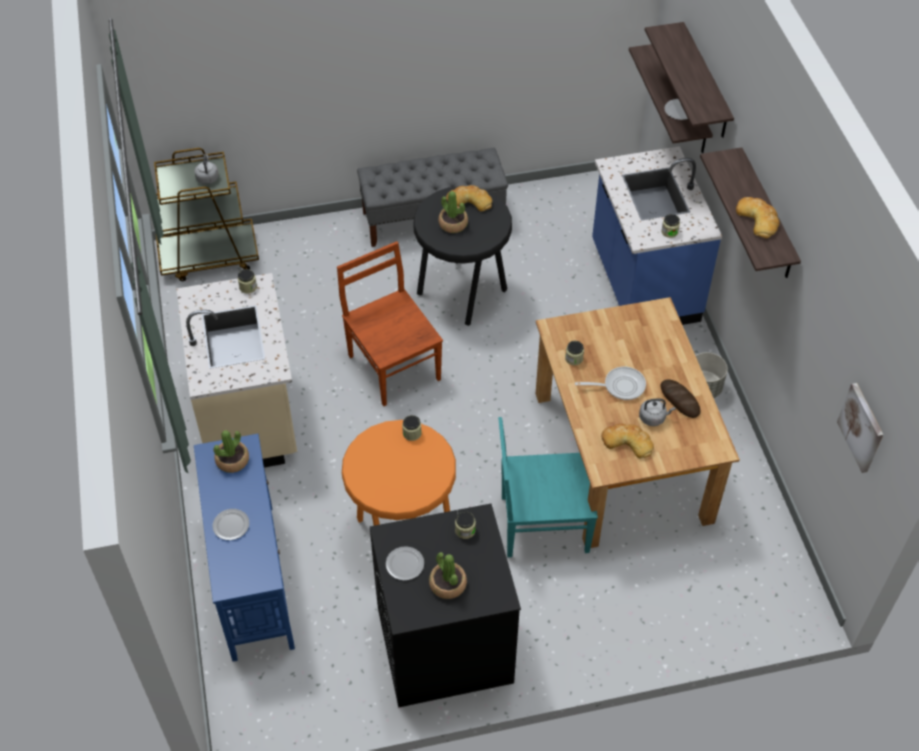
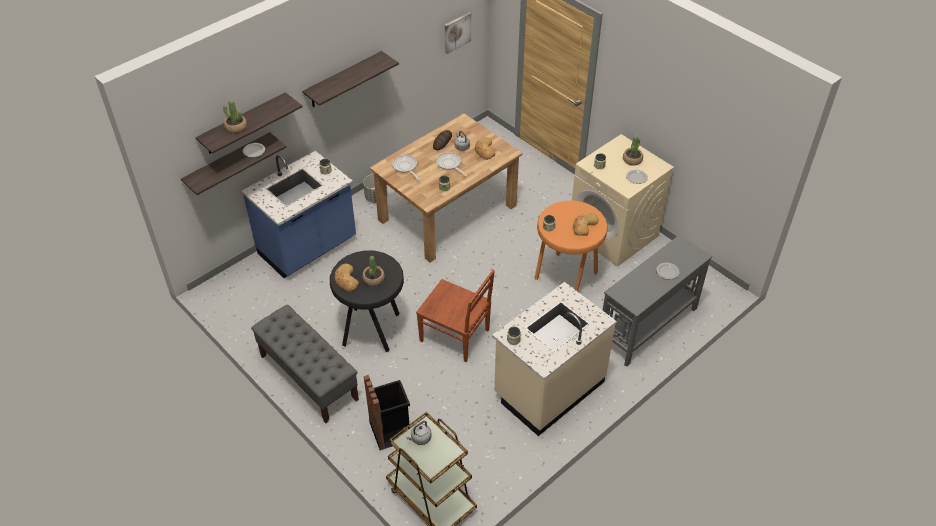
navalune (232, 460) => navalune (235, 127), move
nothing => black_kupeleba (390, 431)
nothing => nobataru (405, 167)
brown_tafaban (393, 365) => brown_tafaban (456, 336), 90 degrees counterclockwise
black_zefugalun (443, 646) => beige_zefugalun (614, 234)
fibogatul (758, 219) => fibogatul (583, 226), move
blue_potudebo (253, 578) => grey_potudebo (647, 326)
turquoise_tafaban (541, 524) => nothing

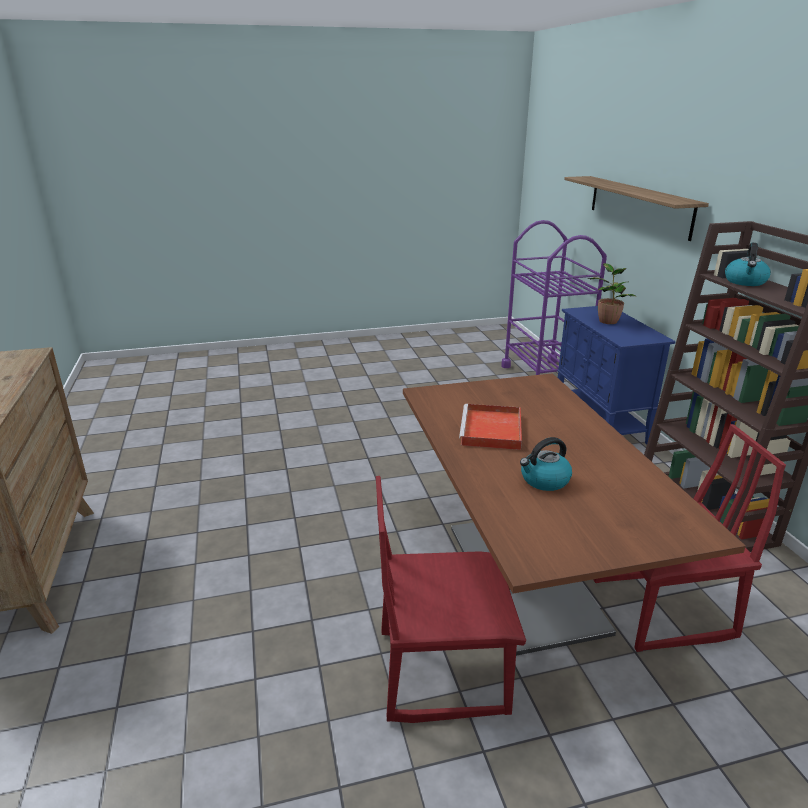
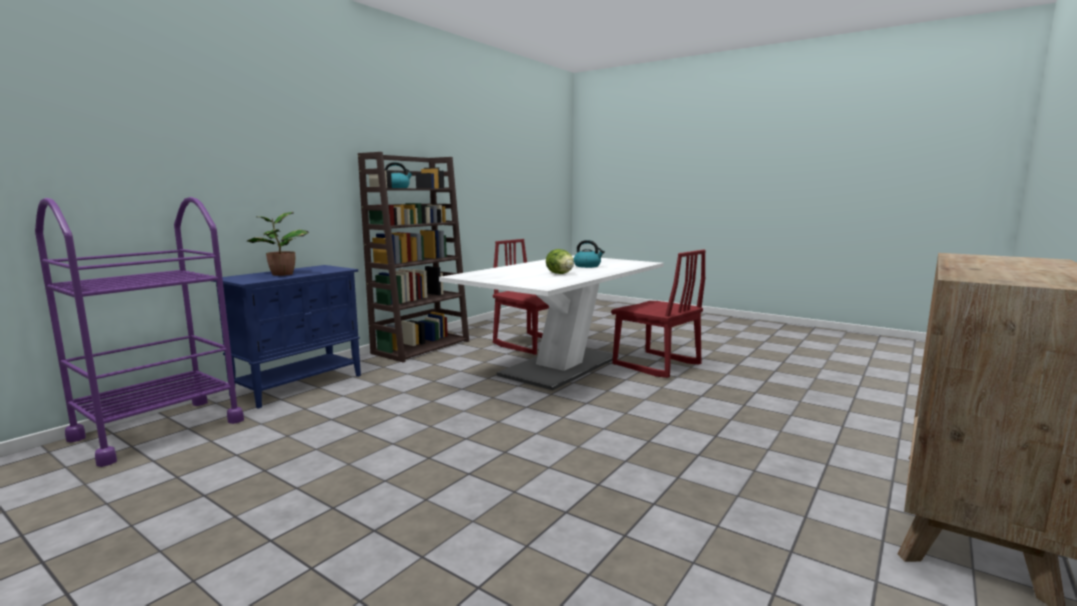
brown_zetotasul (524, 577) => white_zetotasul (560, 366)
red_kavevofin (492, 430) => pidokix (560, 274)
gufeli (638, 205) => nothing

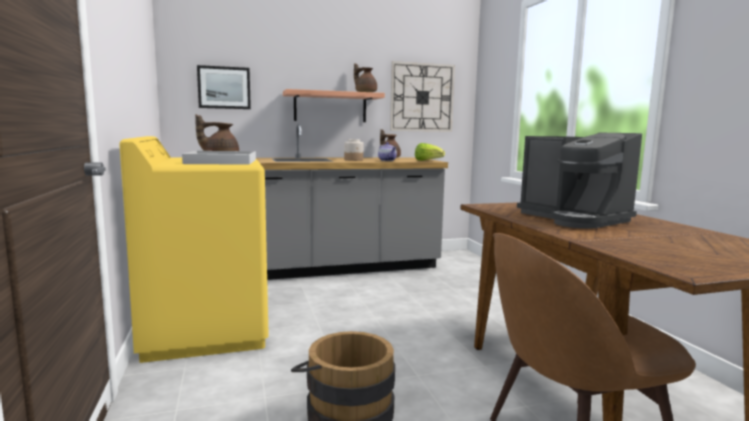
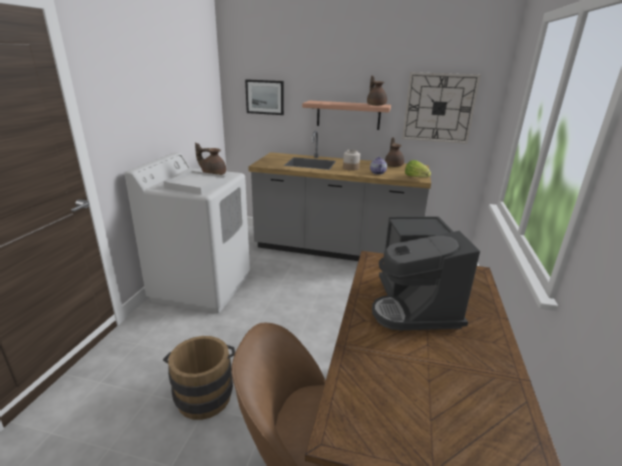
yellow_zefugalun (206, 330) => white_zefugalun (202, 287)

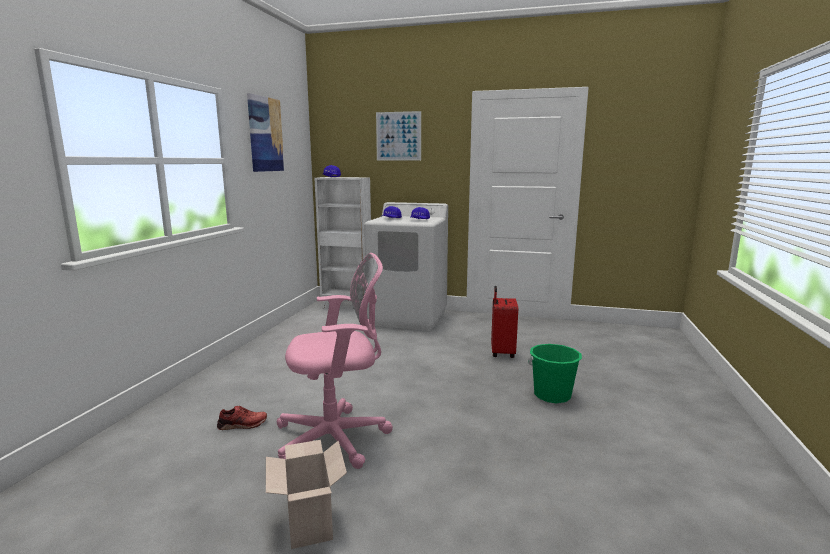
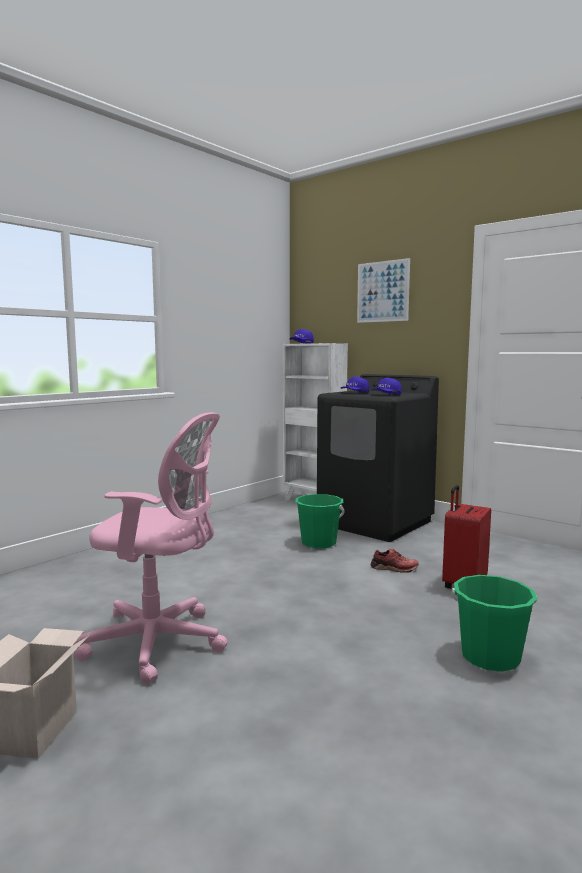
nothing => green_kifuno (319, 543)
white_zefugalun (408, 317) => black_zefugalun (375, 522)
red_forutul (242, 424) => red_forutul (394, 568), move
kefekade (265, 134) => nothing

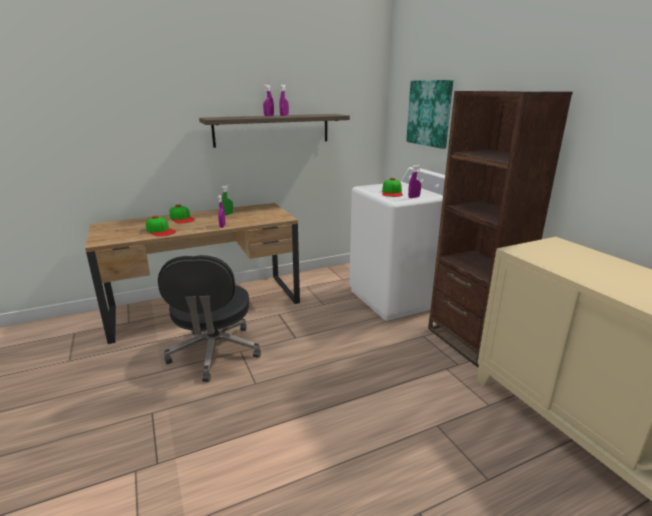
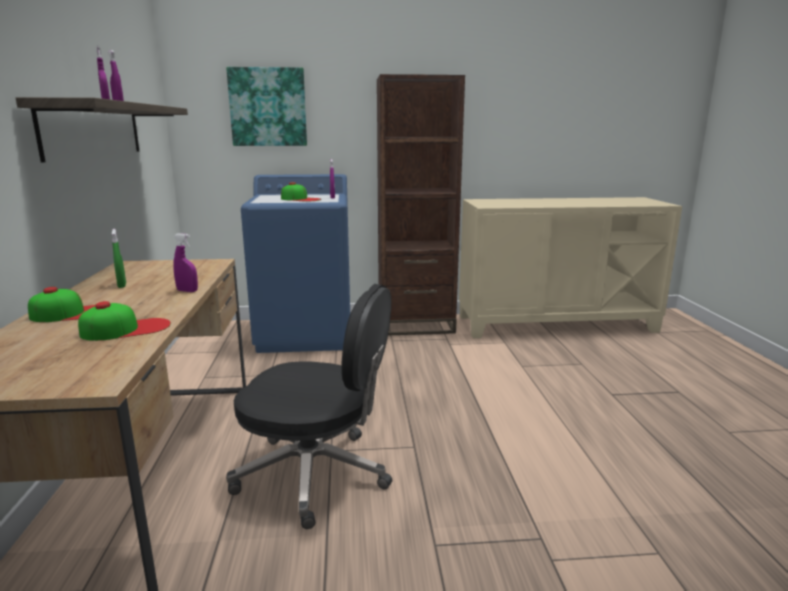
white_zefugalun (397, 297) => blue_zefugalun (306, 334)

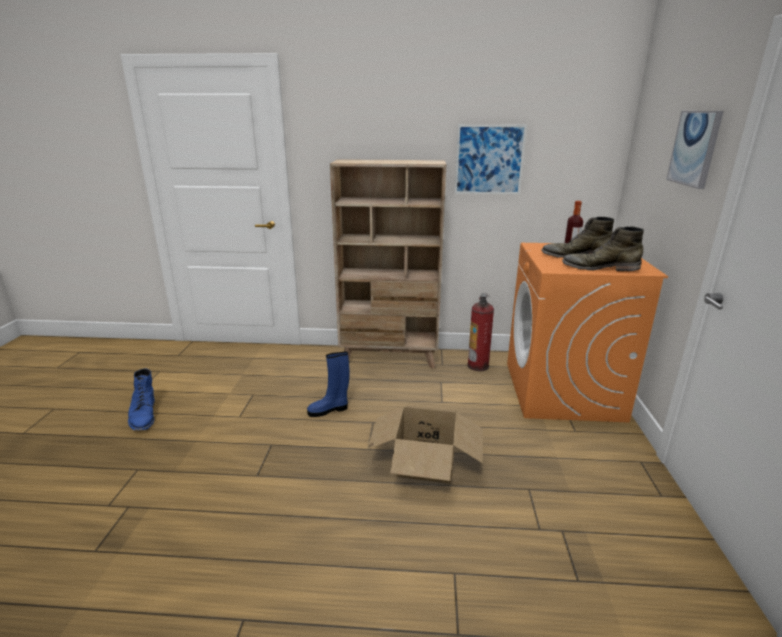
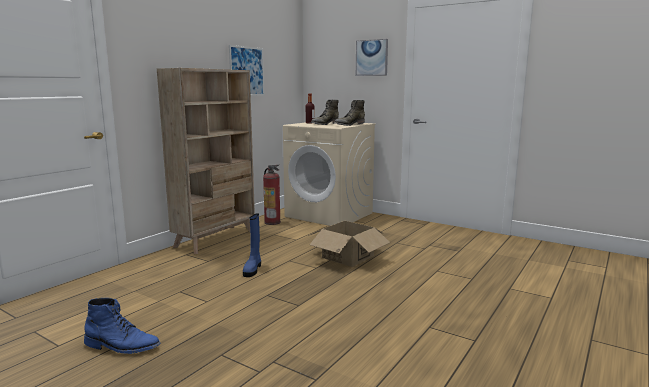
orange_zefugalun (563, 391) => beige_zefugalun (330, 215)

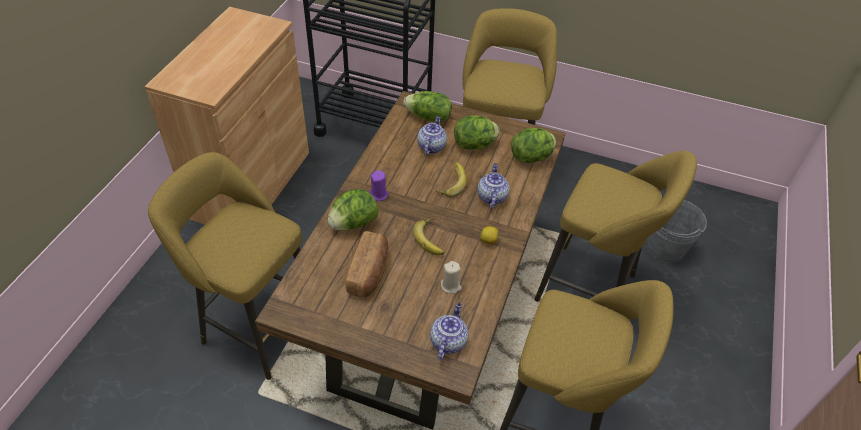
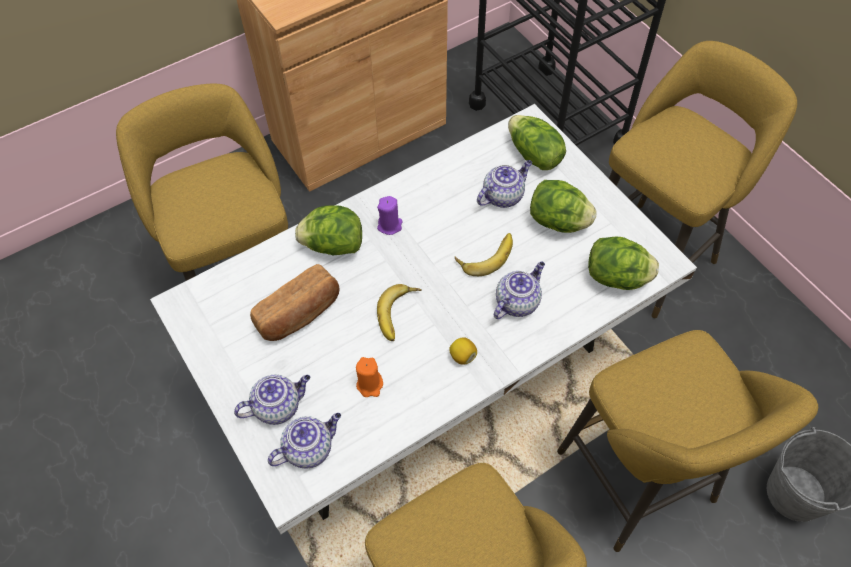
brown_zetotasul (425, 305) => white_zetotasul (428, 376)
nothing => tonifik (278, 406)
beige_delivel (451, 286) => orange_delivel (370, 385)

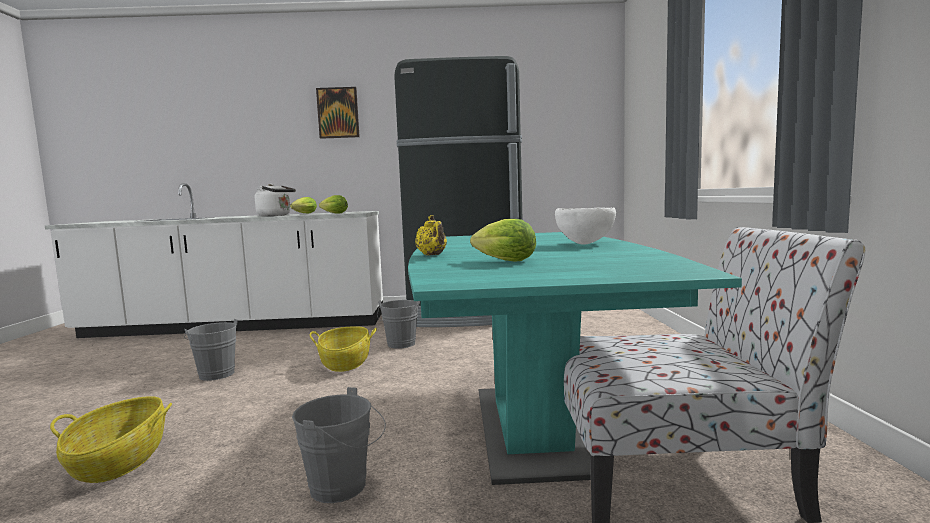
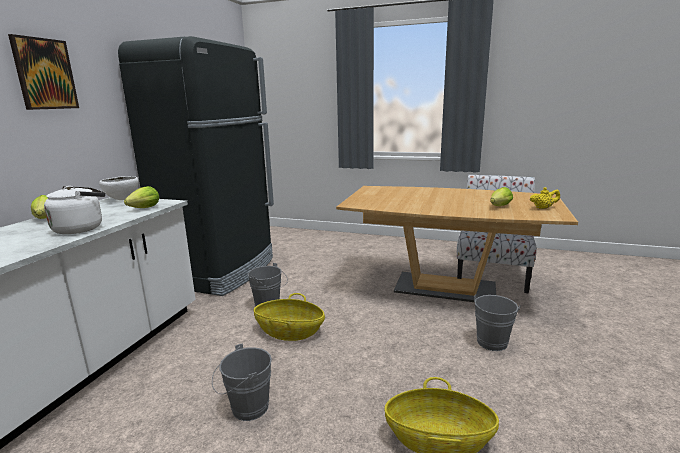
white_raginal (585, 244) => white_raginal (122, 199), move
turquoise_zetotasul (530, 429) => brown_zetotasul (445, 288)
yellow_tonifik (432, 255) => yellow_tonifik (543, 208), move

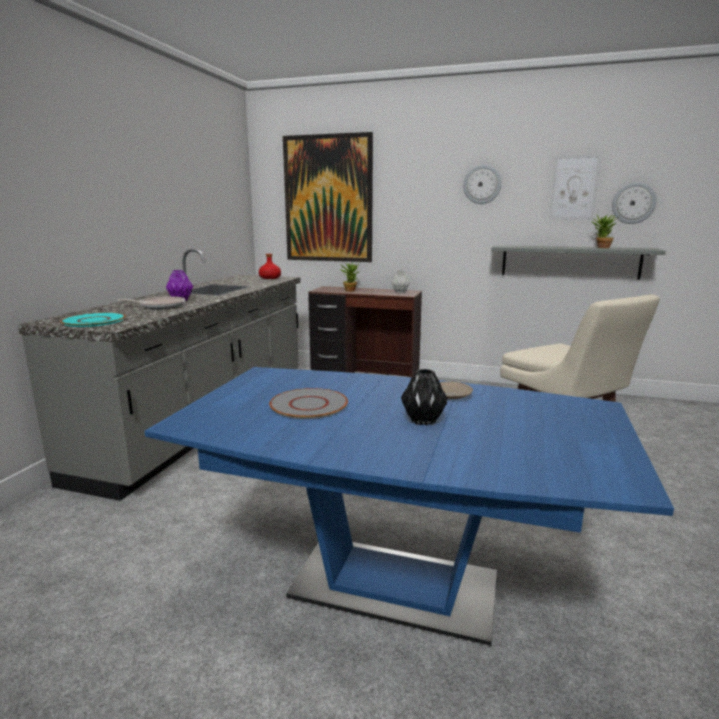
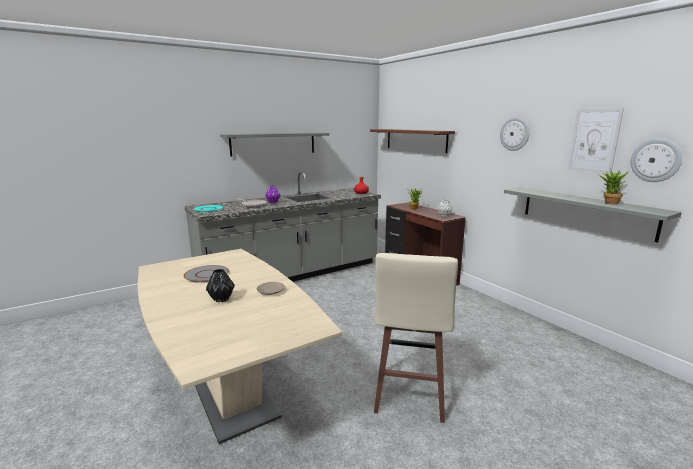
blue_zetotasul (394, 586) => beige_zetotasul (231, 393)
nothing => grey_gufeli (273, 143)
kefekade (328, 199) => brown_gufeli (415, 140)

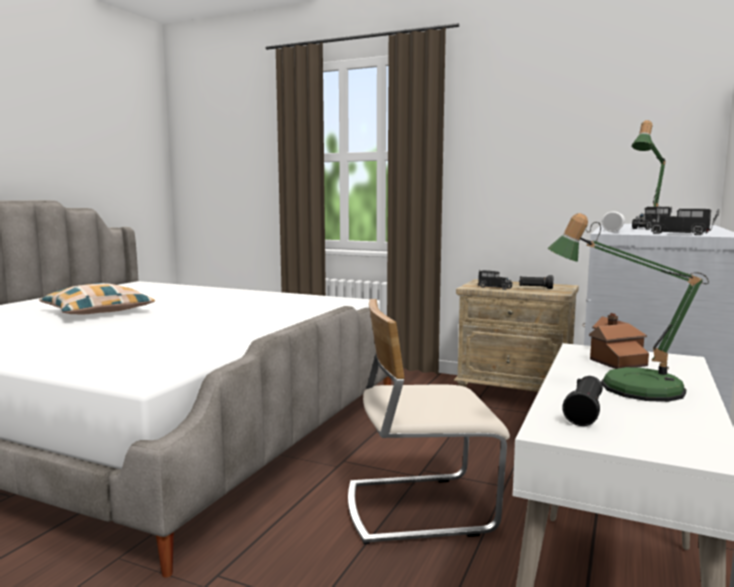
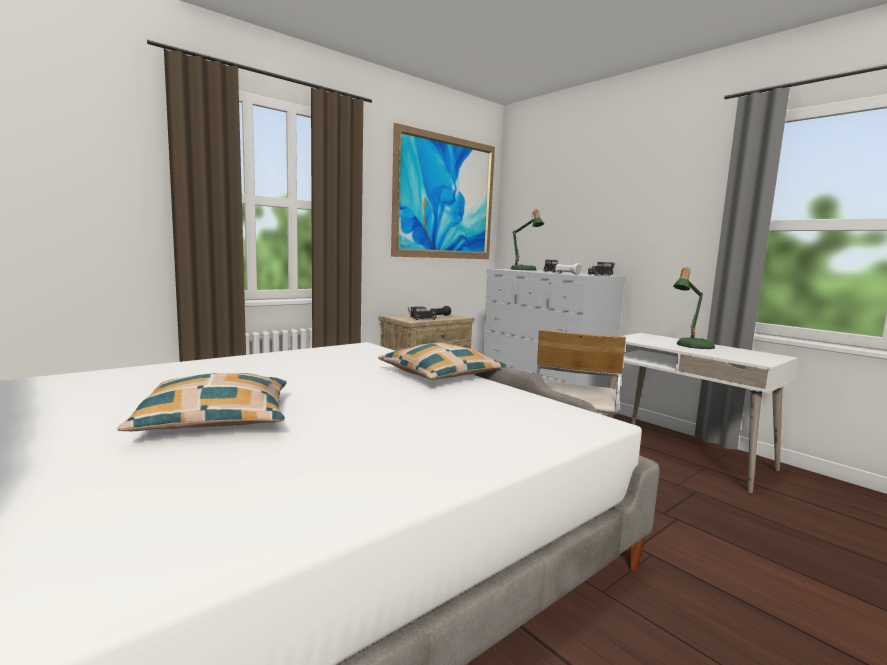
nothing => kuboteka (440, 374)
nothing => kefekade (445, 198)
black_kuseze (584, 413) => nothing
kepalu (613, 358) => nothing

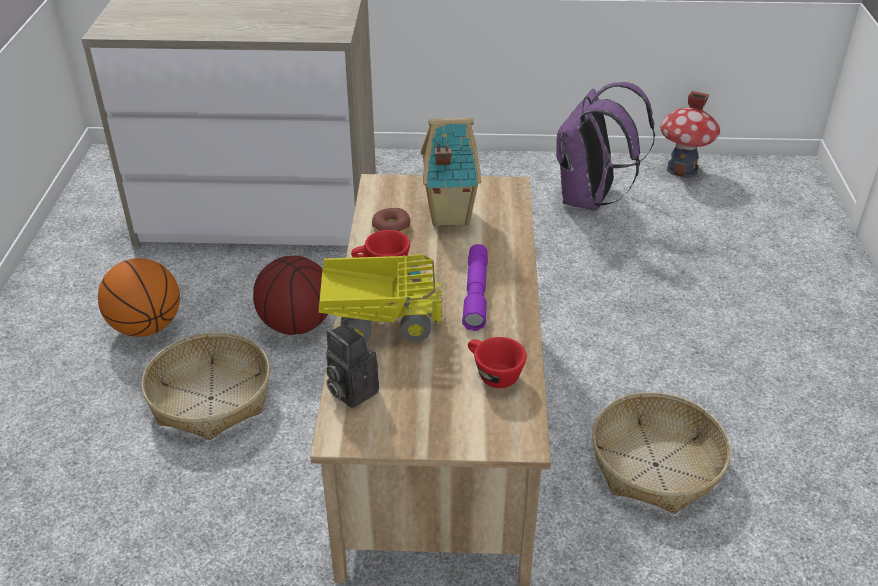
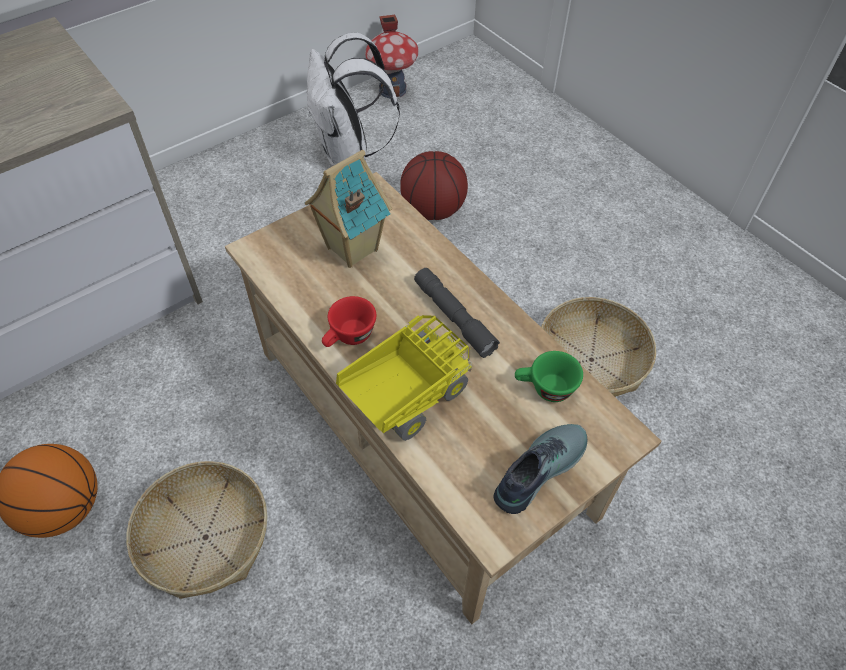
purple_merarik (590, 200) => white_merarik (349, 152)
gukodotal (296, 325) => gukodotal (433, 210), move
purple_kuseze (476, 294) => grey_kuseze (454, 317)
nothing => forutul (537, 468)
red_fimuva (492, 374) => green_fimuva (544, 388)
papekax (350, 391) => nothing
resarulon (391, 228) => nothing

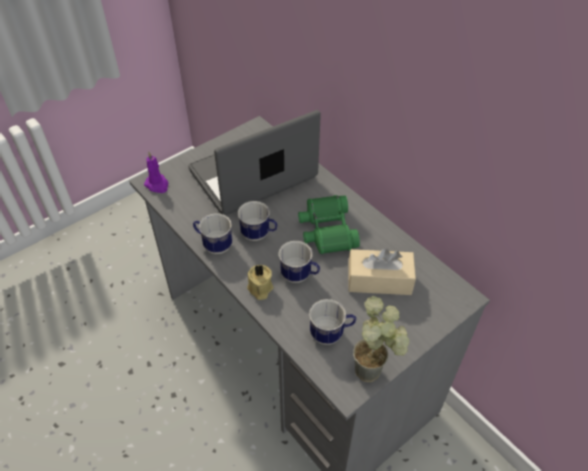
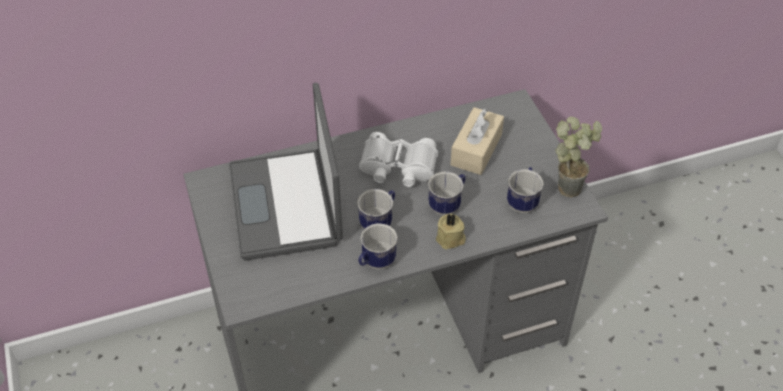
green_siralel (326, 230) => white_siralel (398, 167)
purple_delivel (157, 185) => nothing

